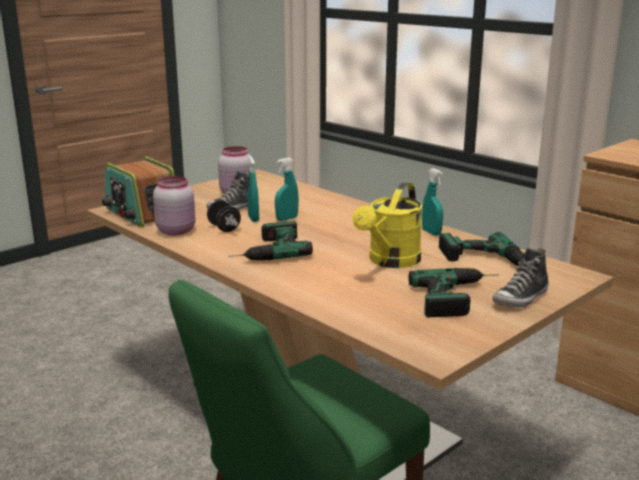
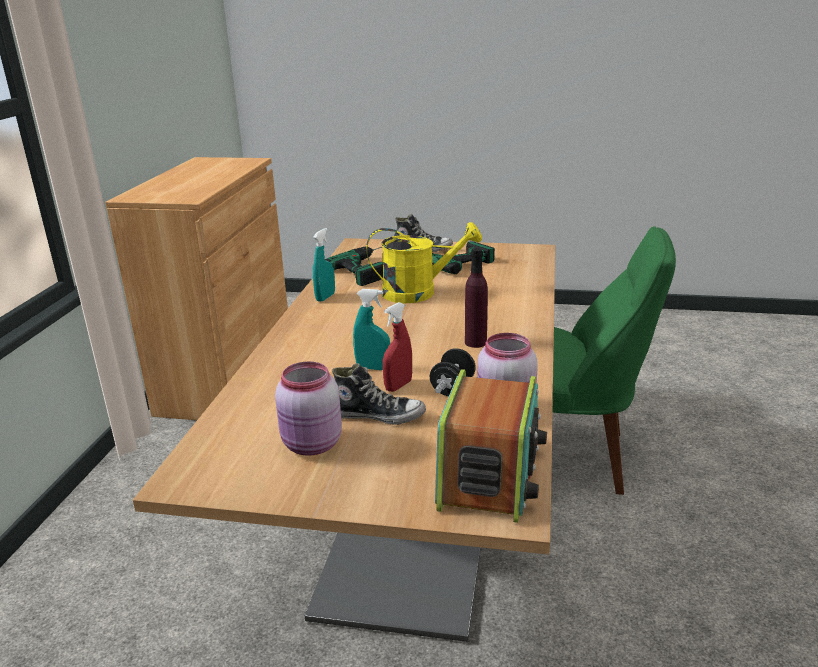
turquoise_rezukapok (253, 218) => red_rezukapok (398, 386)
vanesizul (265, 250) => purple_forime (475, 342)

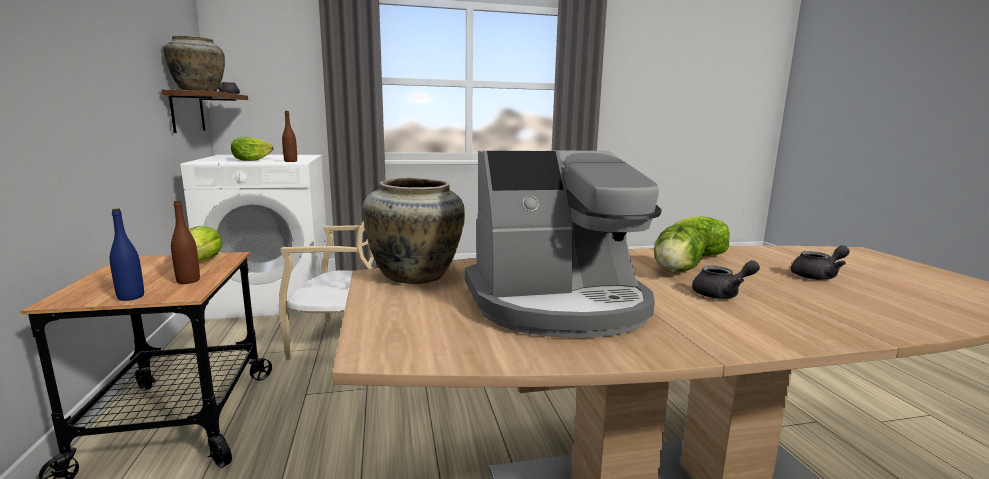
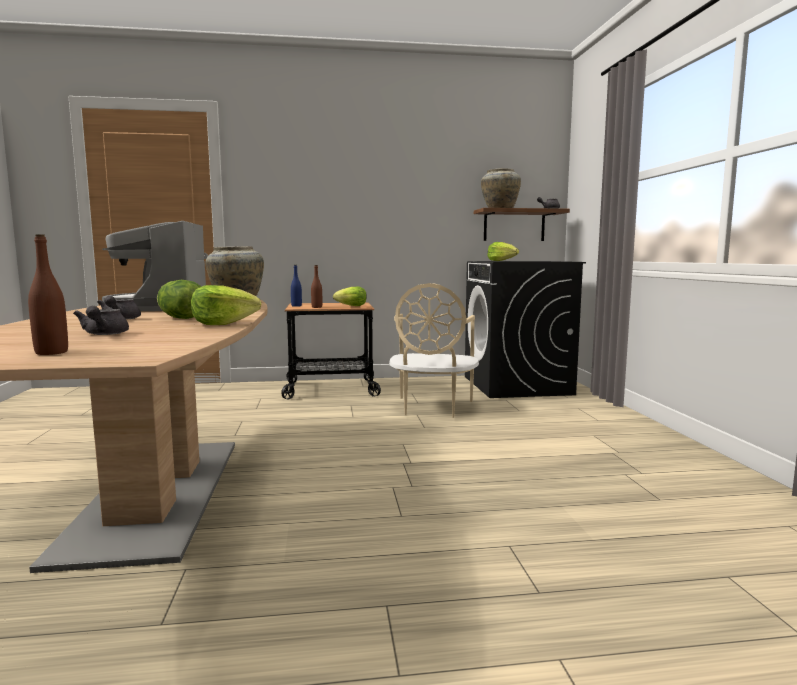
brown_forime (290, 161) => brown_forime (51, 352), move
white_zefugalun (274, 298) => black_zefugalun (517, 385)

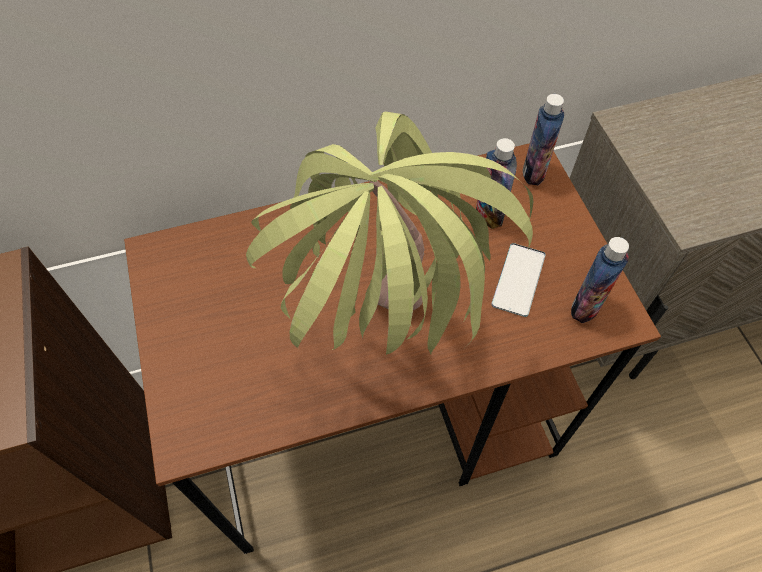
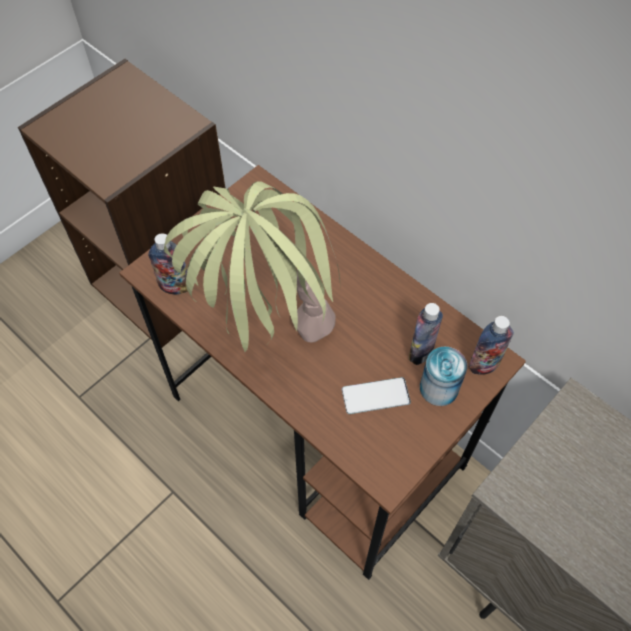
forime (586, 306) => forime (175, 286), move
nothing => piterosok (439, 388)

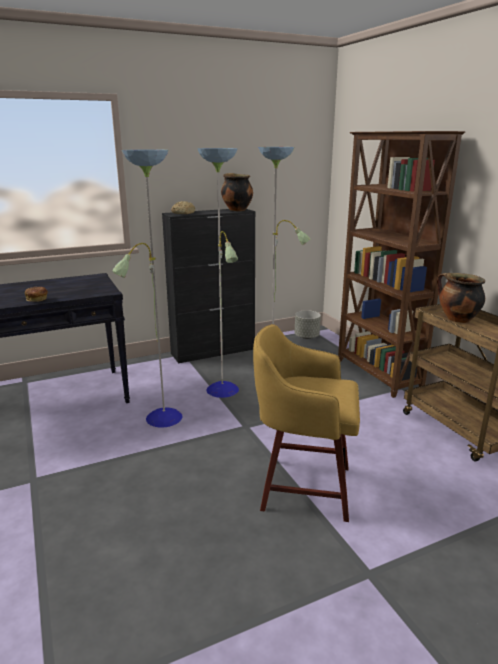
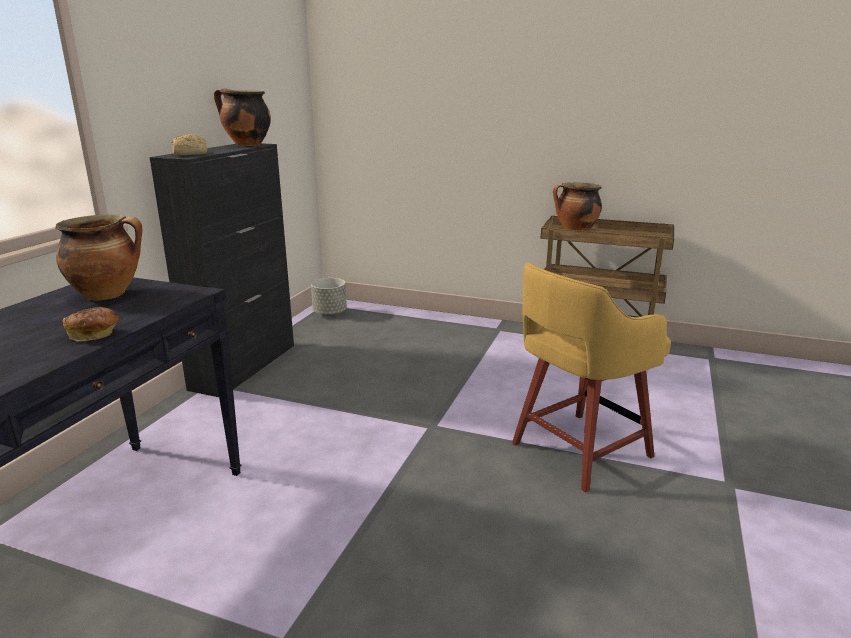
nothing => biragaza (108, 294)
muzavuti (224, 390) => nothing
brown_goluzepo (378, 374) => nothing

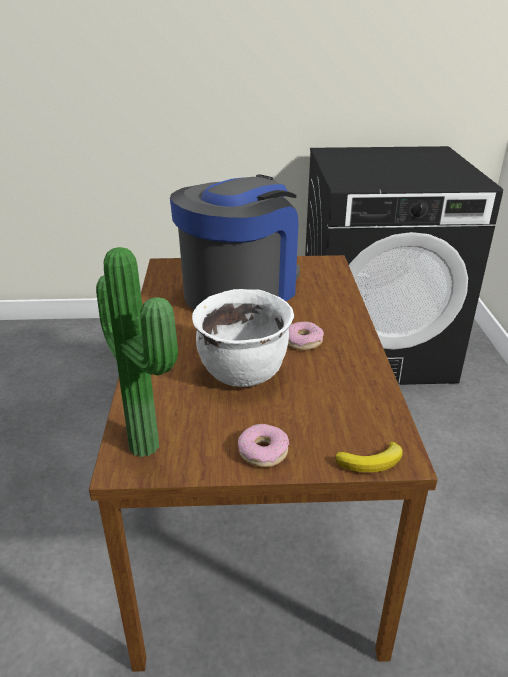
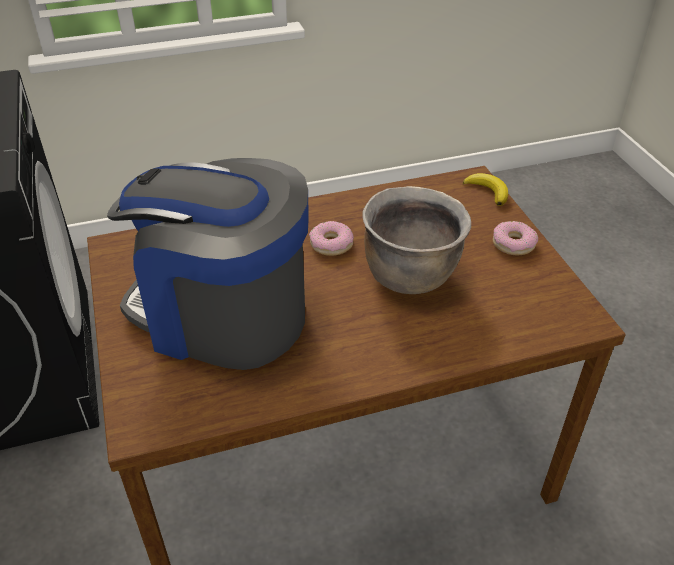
white_biragaza (243, 373) => brown_biragaza (410, 275)
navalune (149, 444) => nothing

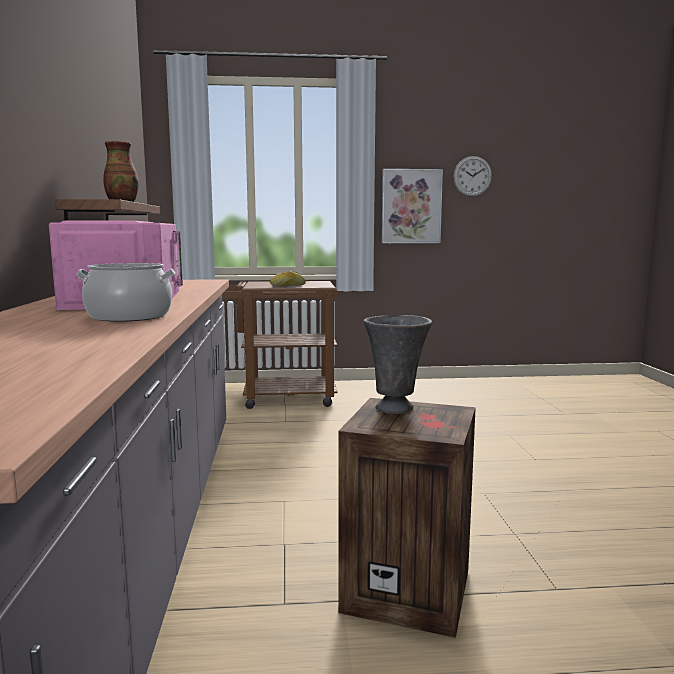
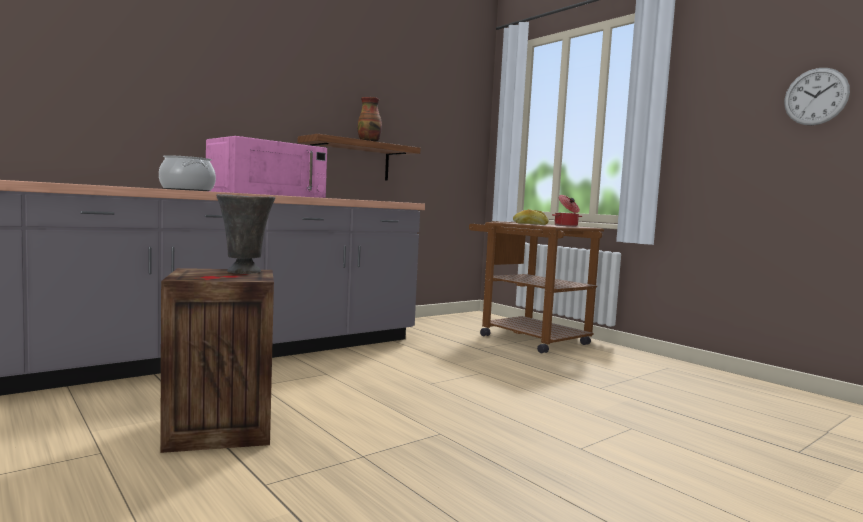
nothing => biragaza (566, 226)
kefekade (411, 206) => nothing

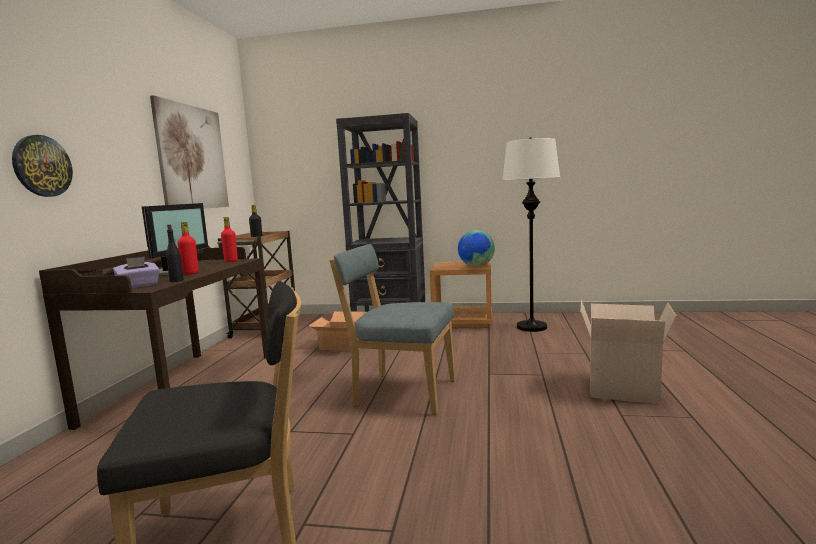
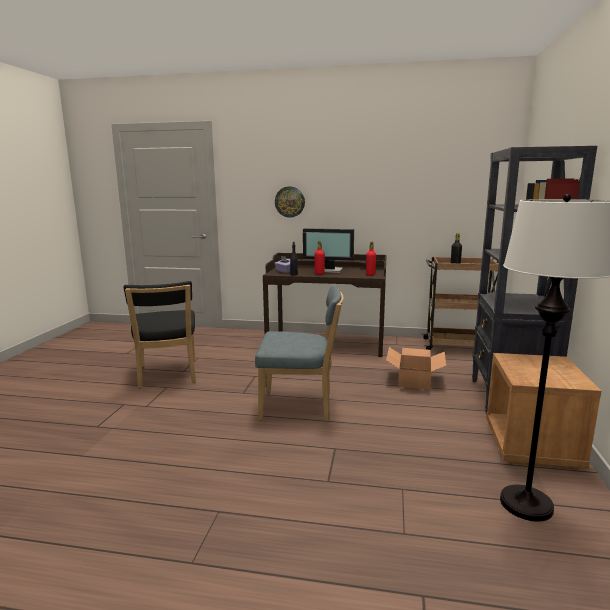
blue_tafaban (400, 392) => blue_tafaban (300, 406), 75 degrees clockwise
kefekade (192, 158) => nothing
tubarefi (476, 266) => nothing
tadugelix (623, 388) => nothing

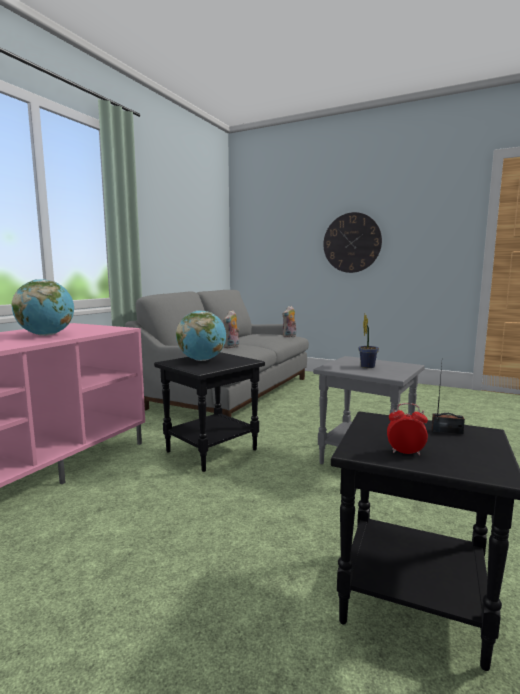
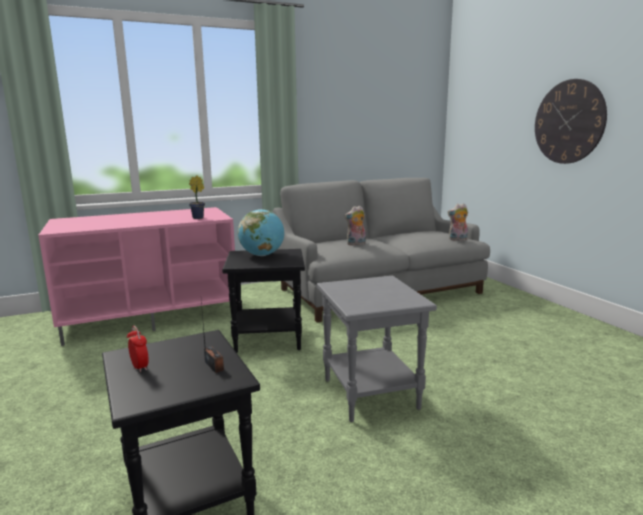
navalune (367, 366) => navalune (199, 218), move
tubarefi (46, 335) => nothing

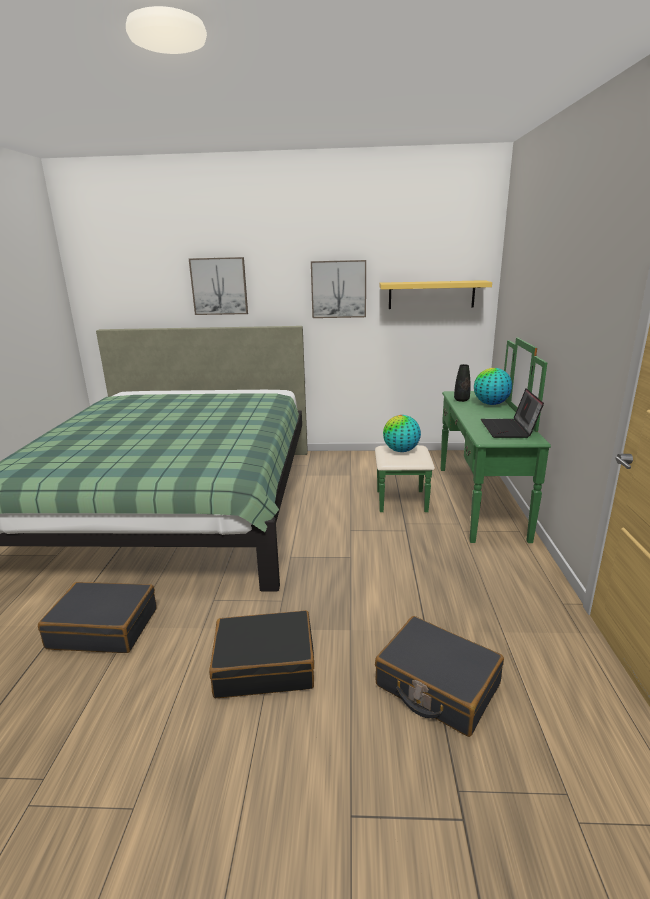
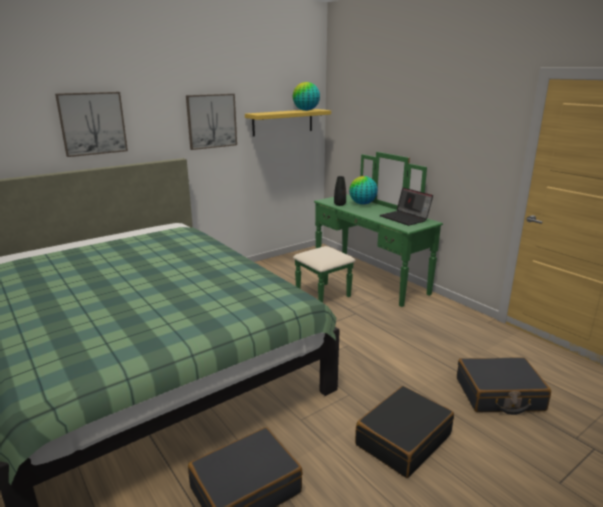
tubarefi (401, 451) => tubarefi (306, 110), move

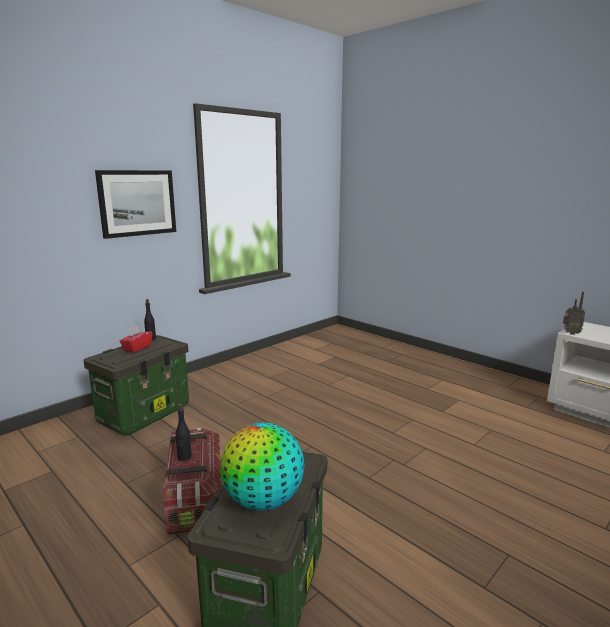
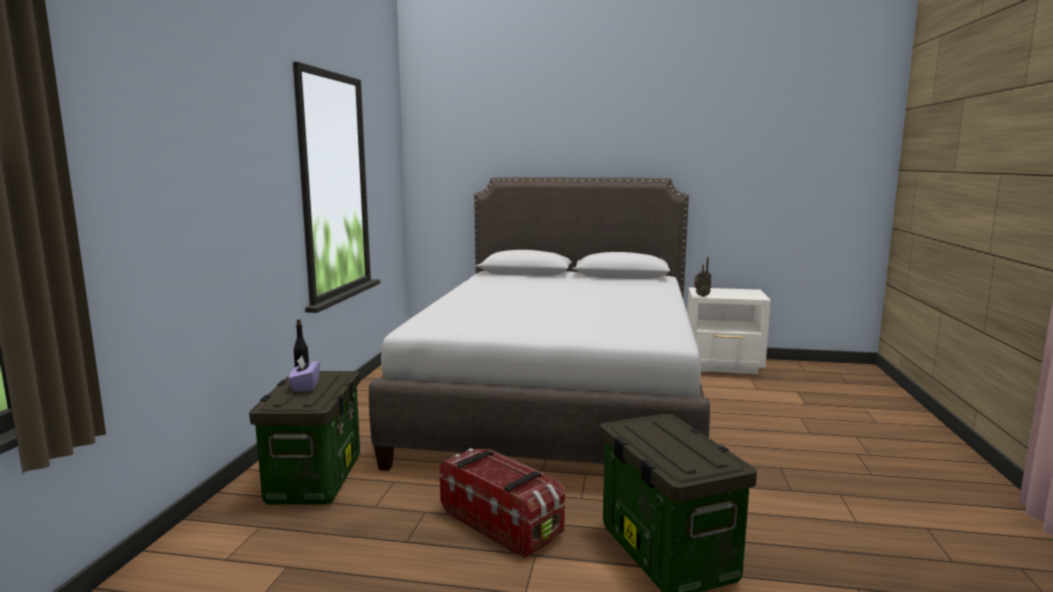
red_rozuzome (137, 348) => purple_rozuzome (305, 386)
nothing => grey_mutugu (559, 400)
kefekade (137, 203) => nothing
black_forime (184, 457) => nothing
tubarefi (263, 501) => nothing

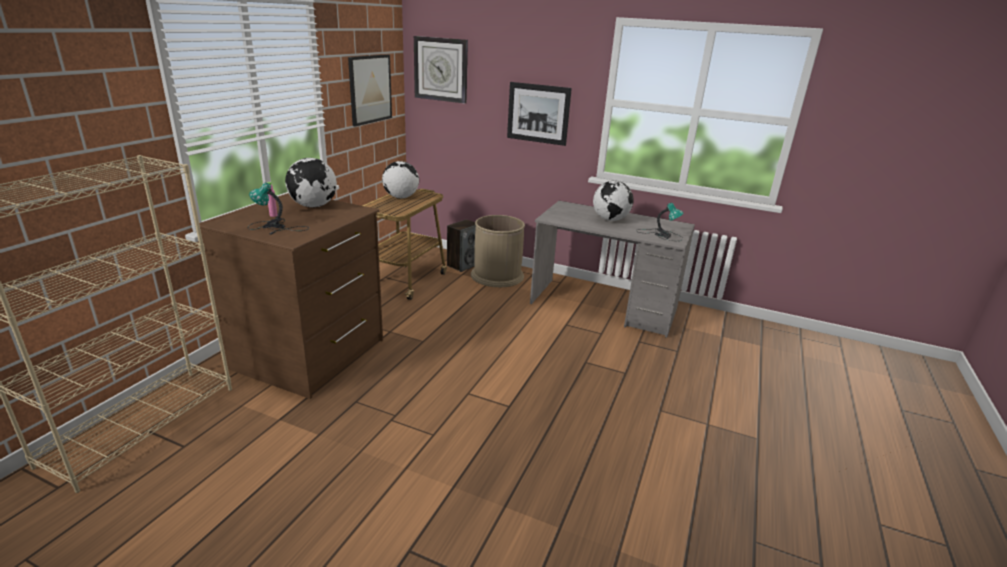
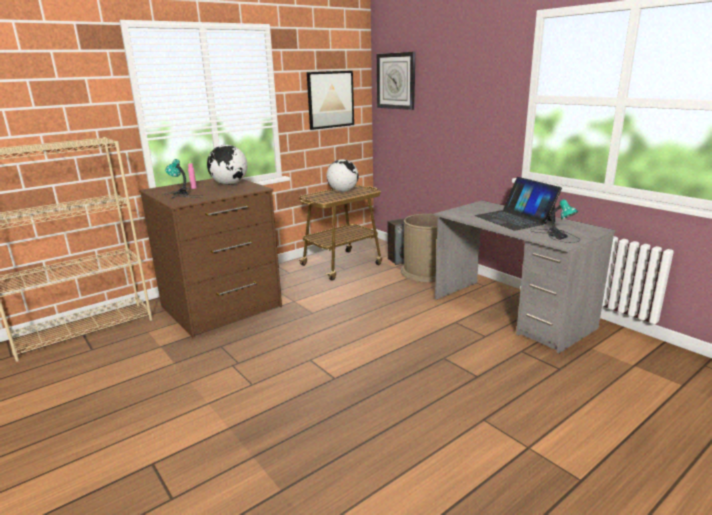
tubarefi (610, 219) => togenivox (515, 219)
kefekade (538, 113) => nothing

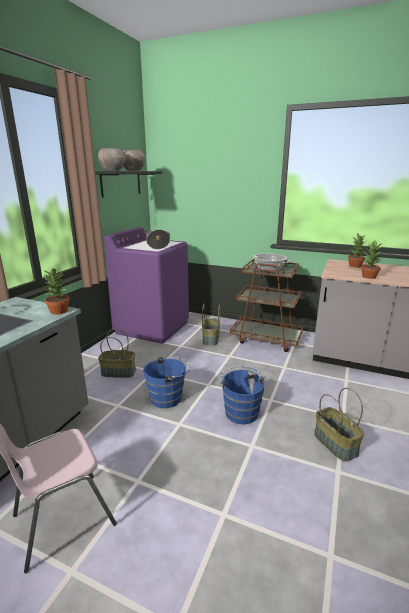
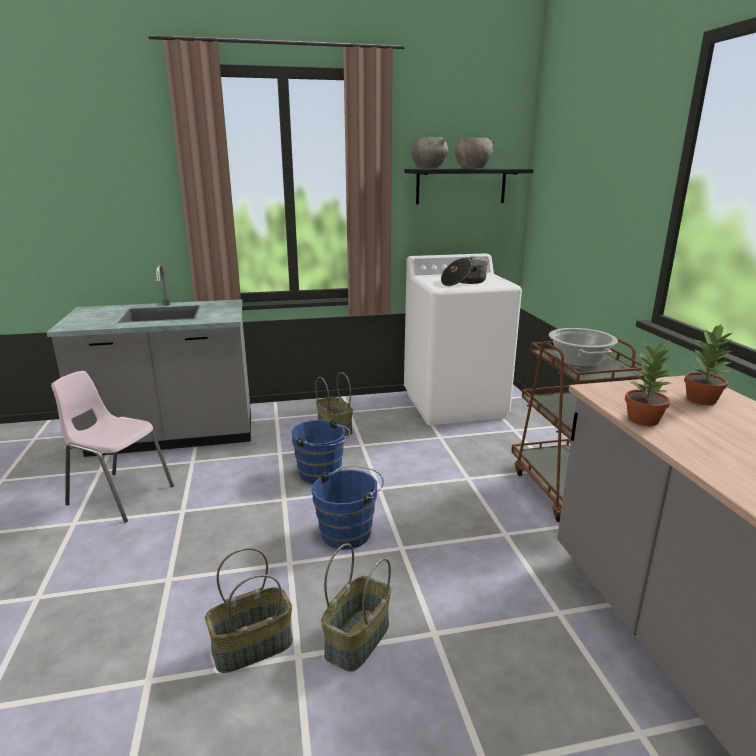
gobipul (211, 339) => gobipul (252, 648), move
purple_zefugalun (152, 327) => white_zefugalun (455, 404)
navalune (58, 311) => nothing

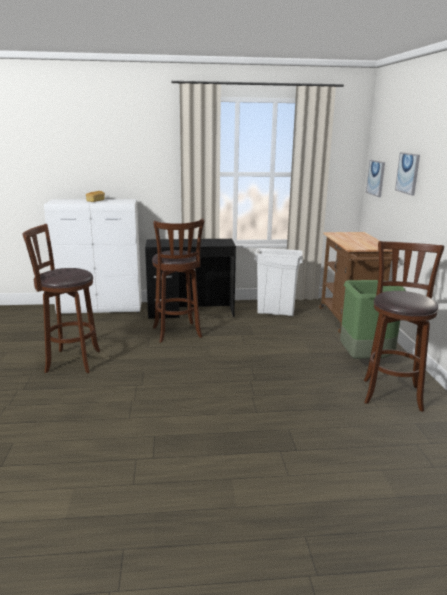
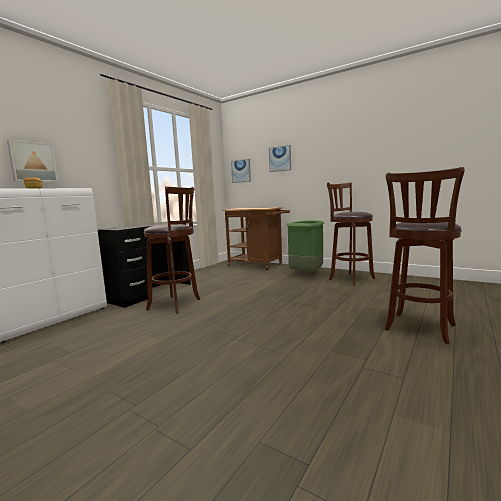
nothing => kefekade (32, 162)
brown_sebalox (70, 361) => brown_sebalox (419, 329), move
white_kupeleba (276, 312) => nothing

